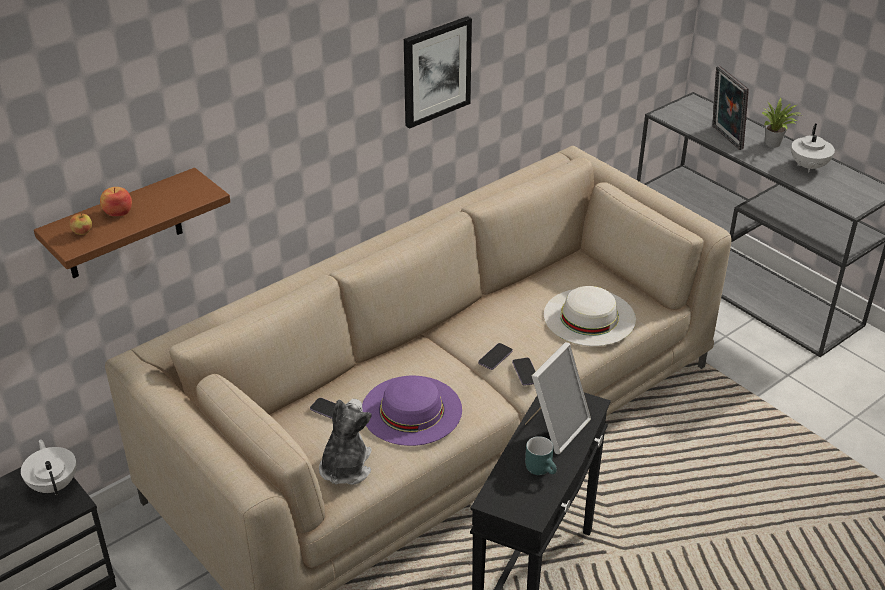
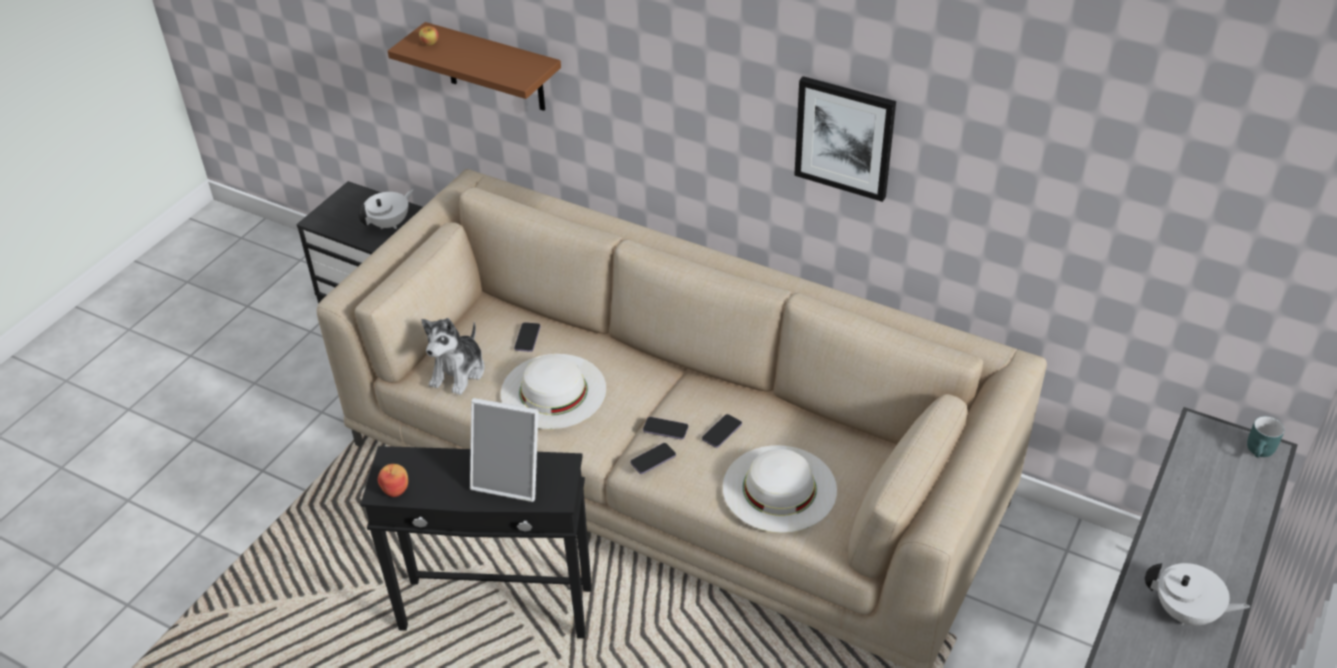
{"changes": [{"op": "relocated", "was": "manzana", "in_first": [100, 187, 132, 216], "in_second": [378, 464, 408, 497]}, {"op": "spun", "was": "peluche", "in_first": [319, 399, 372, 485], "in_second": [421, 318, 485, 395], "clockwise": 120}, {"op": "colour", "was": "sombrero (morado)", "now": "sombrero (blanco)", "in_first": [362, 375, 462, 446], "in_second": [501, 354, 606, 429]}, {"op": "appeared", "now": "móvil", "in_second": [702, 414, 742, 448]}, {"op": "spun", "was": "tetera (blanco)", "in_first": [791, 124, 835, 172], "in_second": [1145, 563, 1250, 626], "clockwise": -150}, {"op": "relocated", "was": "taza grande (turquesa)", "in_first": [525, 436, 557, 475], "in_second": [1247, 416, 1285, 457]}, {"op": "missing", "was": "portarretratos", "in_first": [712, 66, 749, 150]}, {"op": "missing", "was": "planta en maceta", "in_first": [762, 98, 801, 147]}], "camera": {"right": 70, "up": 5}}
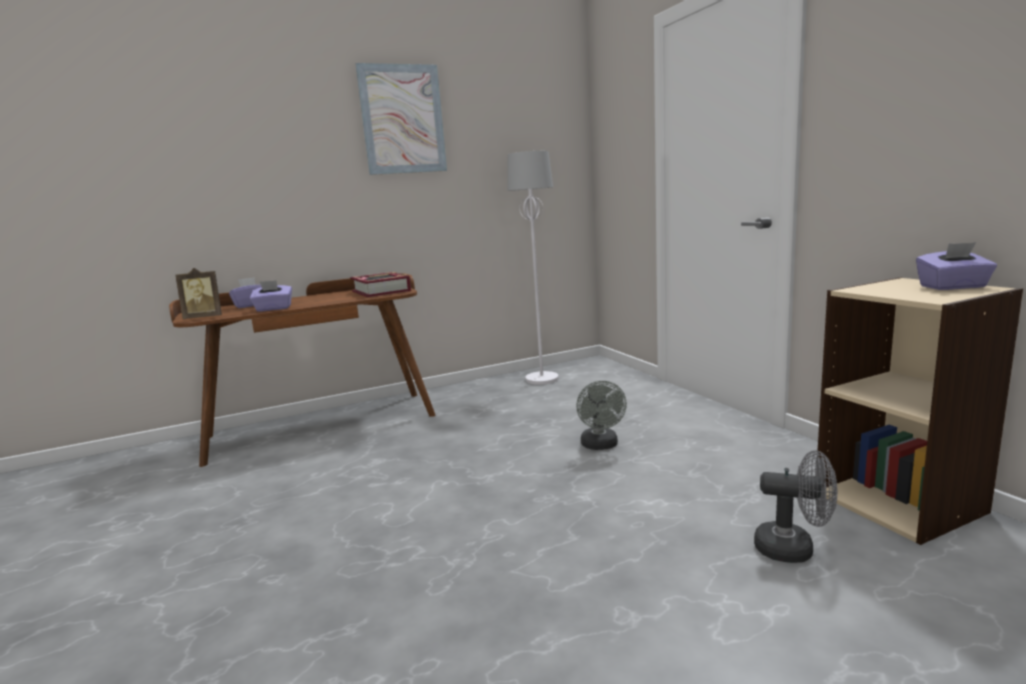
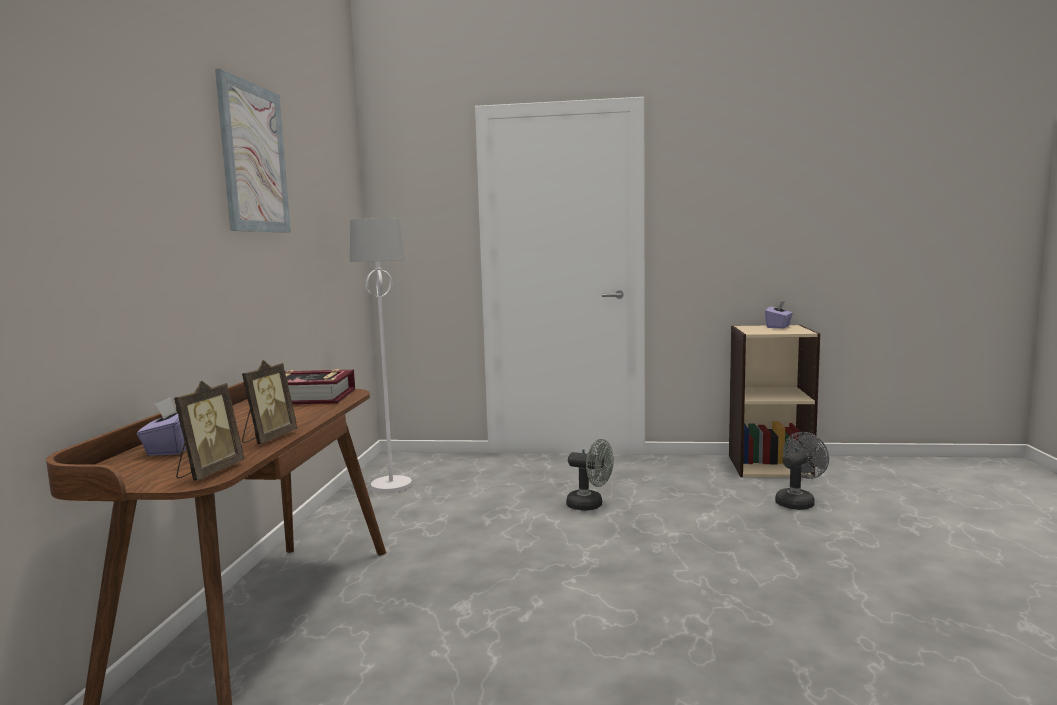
{"changes": [{"op": "exchanged", "was": "caja de pañuelos (morado)", "now": "portarretratos", "in_first": [250, 280, 292, 312], "in_second": [242, 360, 297, 444]}], "camera": {"right": -60, "up": -5}}
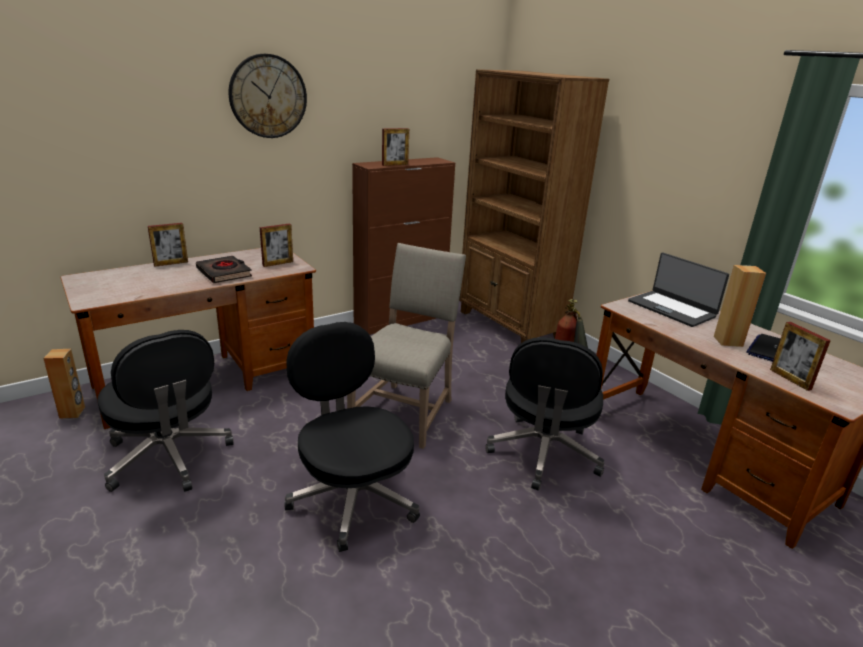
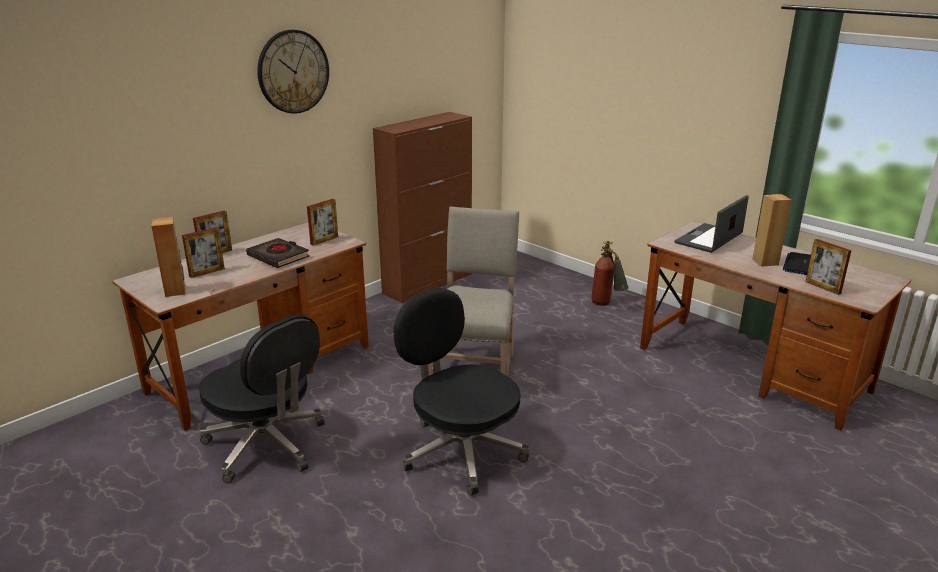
{"changes": [{"op": "relocated", "was": "altavoz (marrón)", "in_first": [43, 349, 85, 419], "in_second": [151, 217, 186, 297]}, {"op": "relocated", "was": "portarretratos", "in_first": [382, 128, 409, 166], "in_second": [182, 227, 225, 278]}, {"op": "spun", "was": "portátil", "in_first": [628, 252, 729, 327], "in_second": [675, 195, 749, 253], "clockwise": 90}, {"op": "missing", "was": "estantería (marrón)", "in_first": [459, 69, 609, 343]}, {"op": "missing", "was": "silla de oficina (negro)", "in_first": [485, 337, 604, 491]}], "camera": {"right": -10, "up": 0}}
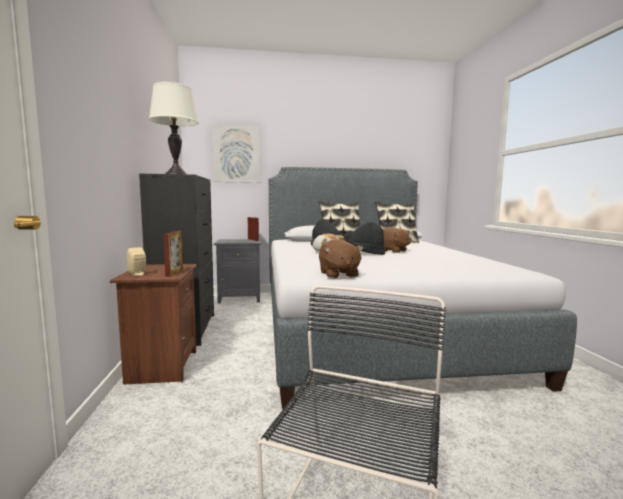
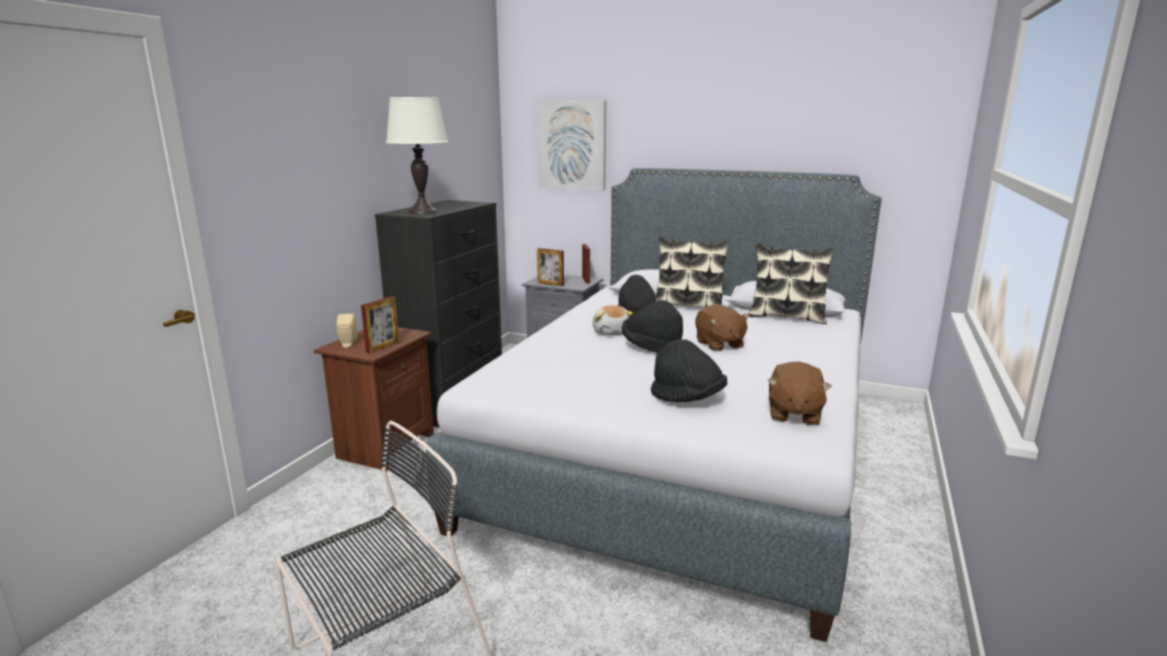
{"changes": [{"op": "appeared", "now": "portarretratos", "in_second": [537, 248, 564, 286]}, {"op": "appeared", "now": "sombrero (negro)", "in_second": [651, 339, 727, 402]}, {"op": "relocated", "was": "peluche (marrón)", "in_first": [319, 239, 363, 278], "in_second": [768, 361, 832, 426]}], "camera": {"right": 30, "up": 10}}
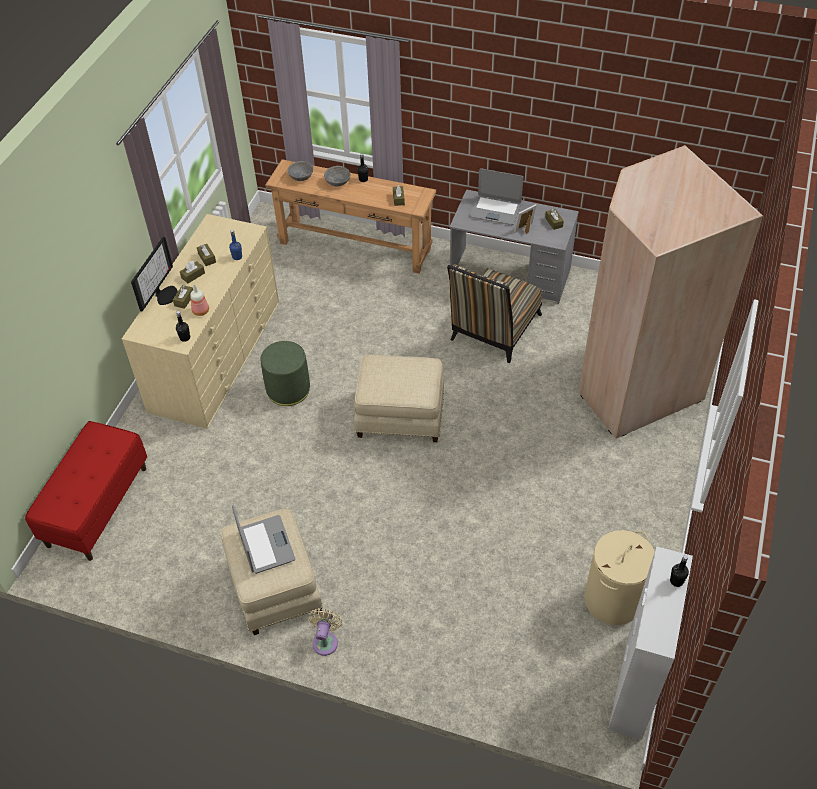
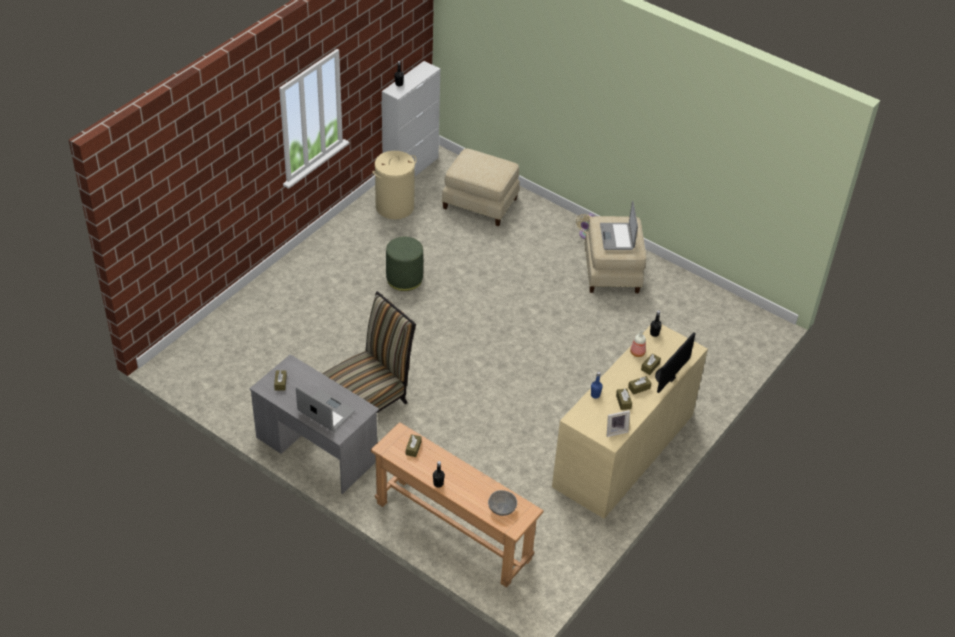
{"changes": [{"op": "relocated", "was": "puf (verde)", "in_first": [261, 341, 310, 406], "in_second": [386, 237, 423, 291]}, {"op": "relocated", "was": "puf (beis)", "in_first": [354, 355, 444, 442], "in_second": [442, 148, 520, 226]}, {"op": "relocated", "was": "portarretratos", "in_first": [514, 204, 537, 234], "in_second": [607, 410, 630, 437]}, {"op": "missing", "was": "banco (rojo)", "in_first": [25, 421, 147, 561]}, {"op": "missing", "was": "cuenco (gris)", "in_first": [324, 166, 350, 187]}, {"op": "missing", "was": "armario ropero (beis)", "in_first": [579, 145, 763, 439]}], "camera": {"right": -165, "up": -5}}
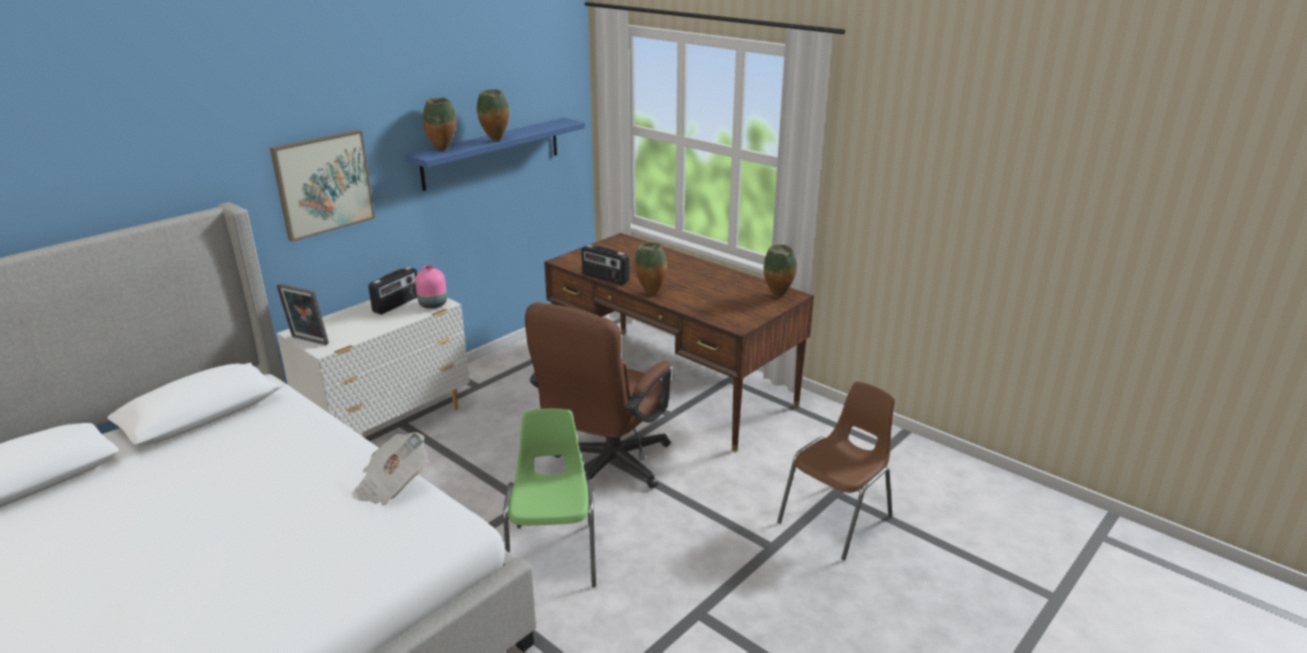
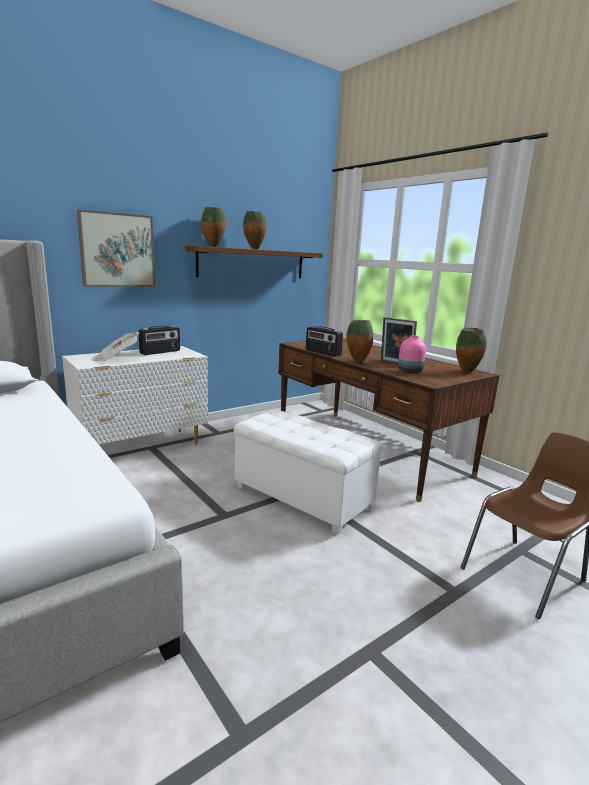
{"changes": [{"op": "relocated", "was": "periódico", "in_first": [352, 432, 428, 506], "in_second": [90, 332, 140, 362]}, {"op": "colour", "was": "estante (azul)", "now": "estante (marrón)", "in_first": [405, 118, 585, 191], "in_second": [185, 246, 323, 279]}, {"op": "exchanged", "was": "silla de oficina (marrón)", "now": "puf (blanco)", "in_first": [525, 302, 671, 488], "in_second": [234, 410, 382, 534]}, {"op": "relocated", "was": "portarretratos", "in_first": [276, 284, 329, 345], "in_second": [381, 317, 417, 364]}, {"op": "relocated", "was": "florero (rosa)", "in_first": [415, 265, 447, 309], "in_second": [398, 335, 426, 373]}, {"op": "missing", "was": "silla (verde)", "in_first": [503, 408, 596, 587]}], "camera": {"right": 10, "up": -10}}
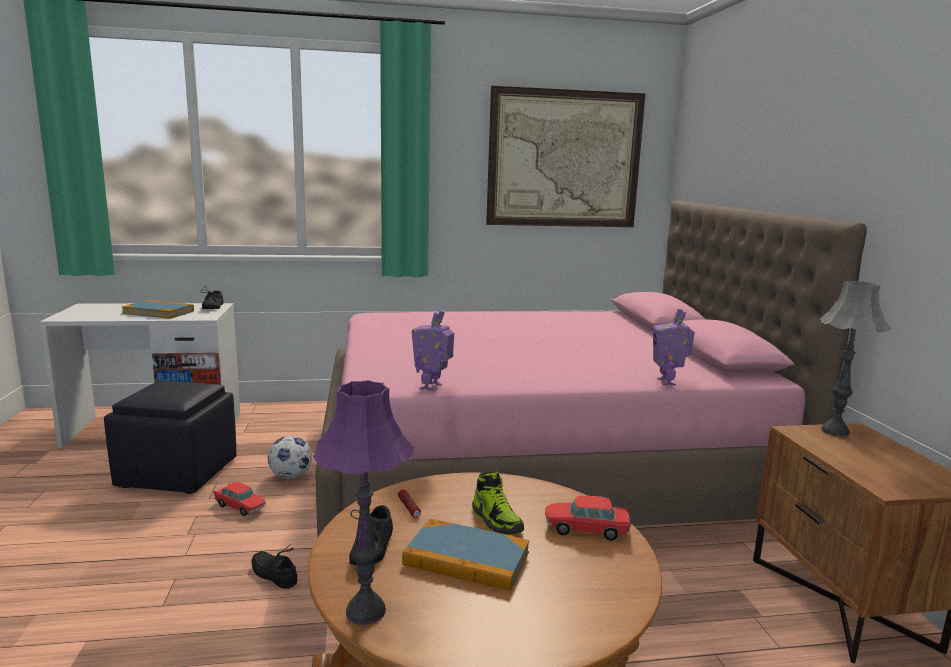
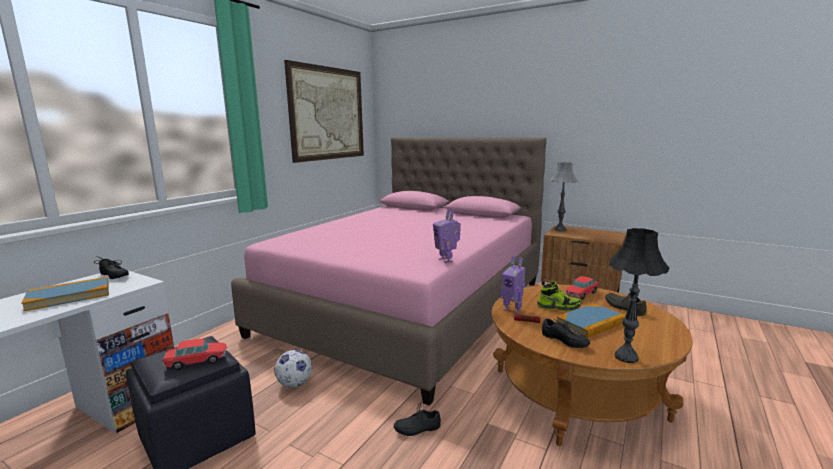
{"changes": [{"op": "relocated", "was": "coche de juguete", "in_first": [213, 482, 266, 516], "in_second": [162, 339, 227, 370]}, {"op": "relocated", "was": "robot de juguete", "in_first": [653, 309, 695, 385], "in_second": [500, 256, 525, 314]}, {"op": "appeared", "now": "zapato (gris)", "in_second": [605, 293, 647, 316]}, {"op": "colour", "was": "lámpara de mesa (morado)", "now": "lámpara de mesa (negro)", "in_first": [313, 380, 414, 625], "in_second": [609, 228, 669, 363]}], "camera": {"right": -50, "up": 0}}
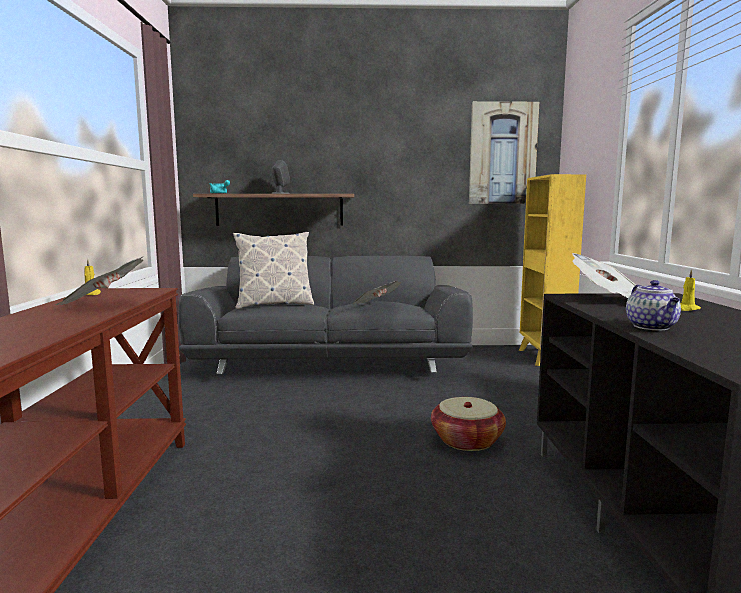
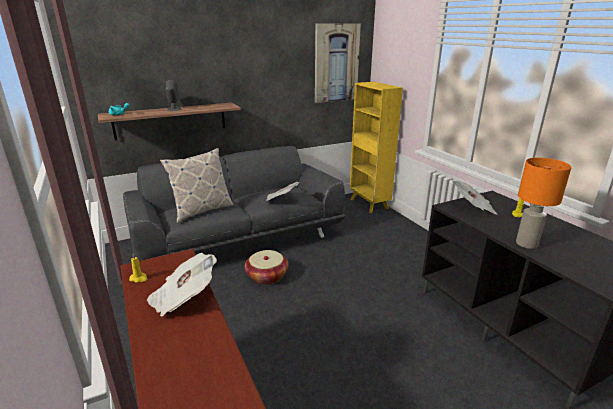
{"changes": [{"op": "relocated", "was": "cesta", "in_first": [431, 397, 506, 451], "in_second": [245, 250, 288, 285]}, {"op": "exchanged", "was": "tetera", "now": "lámpara de mesa (naranja)", "in_first": [626, 280, 681, 331], "in_second": [516, 158, 572, 249]}], "camera": {"right": -25, "up": 15}}
